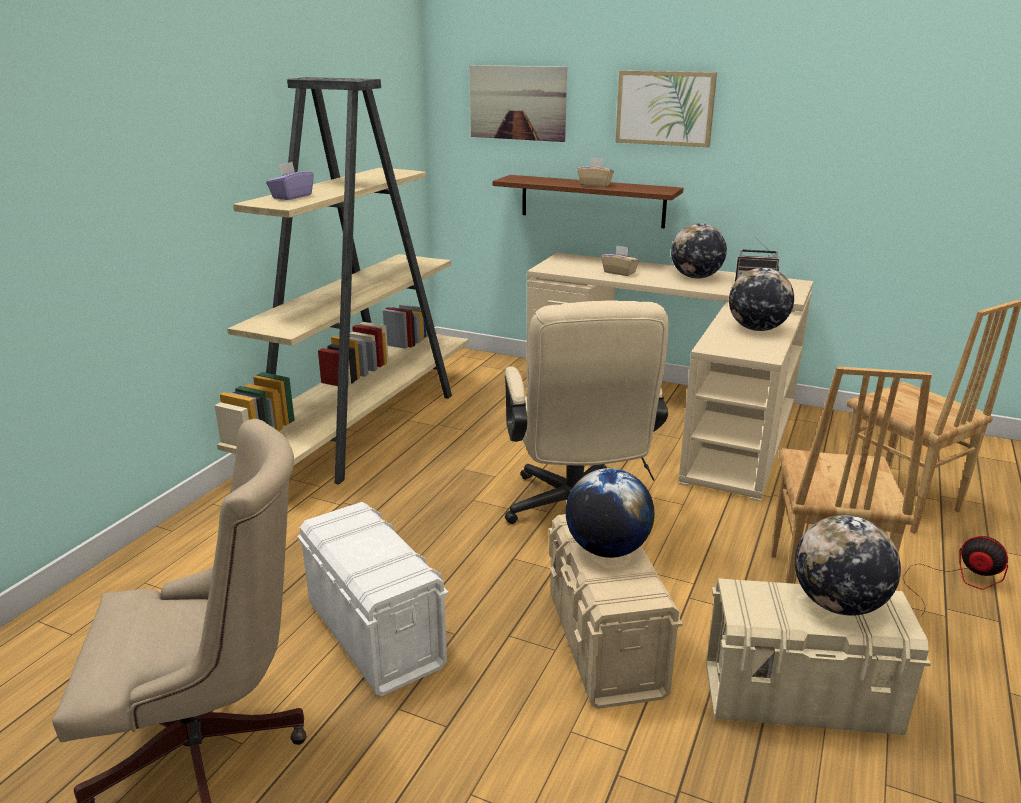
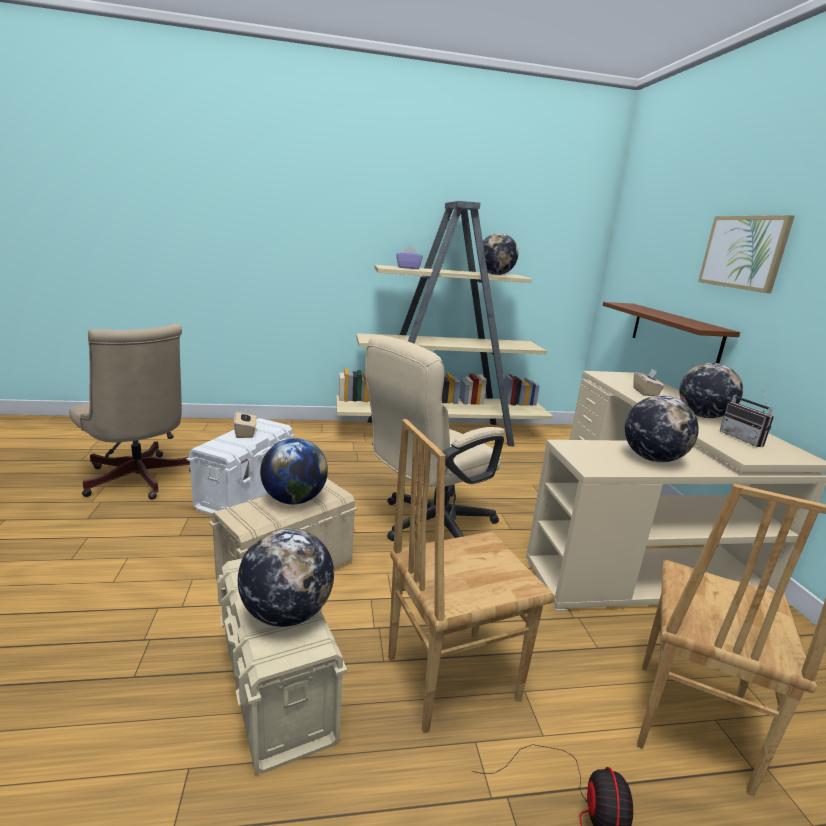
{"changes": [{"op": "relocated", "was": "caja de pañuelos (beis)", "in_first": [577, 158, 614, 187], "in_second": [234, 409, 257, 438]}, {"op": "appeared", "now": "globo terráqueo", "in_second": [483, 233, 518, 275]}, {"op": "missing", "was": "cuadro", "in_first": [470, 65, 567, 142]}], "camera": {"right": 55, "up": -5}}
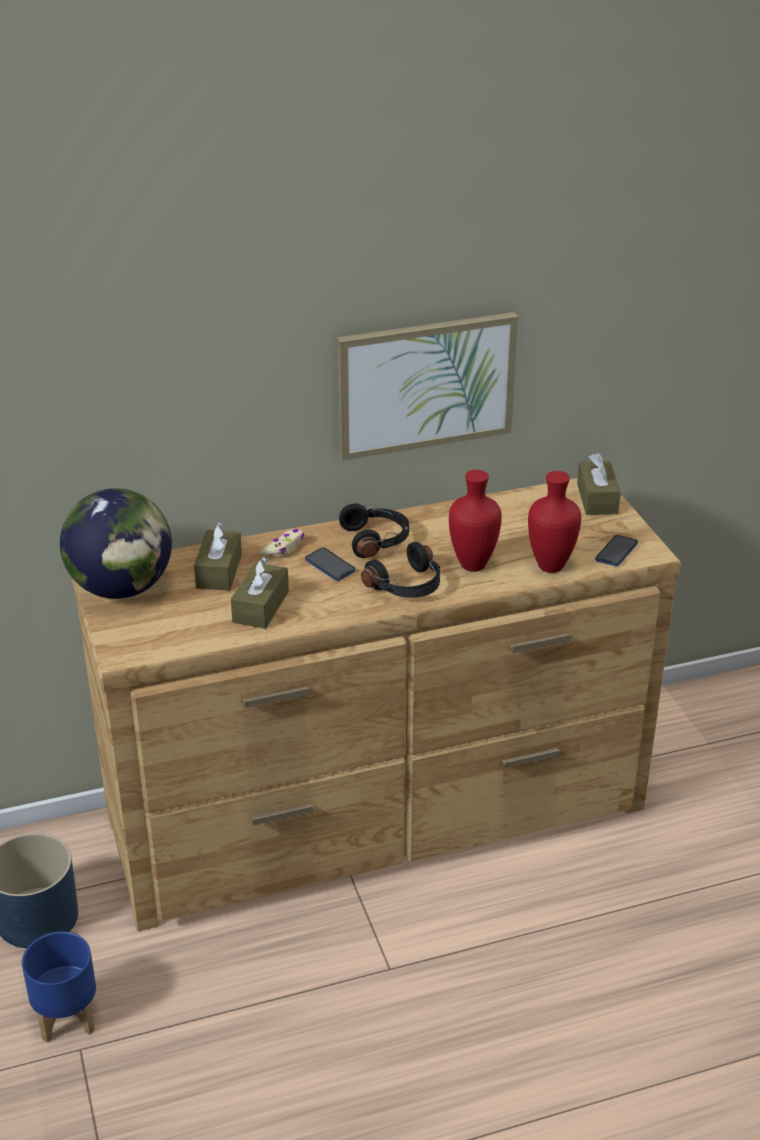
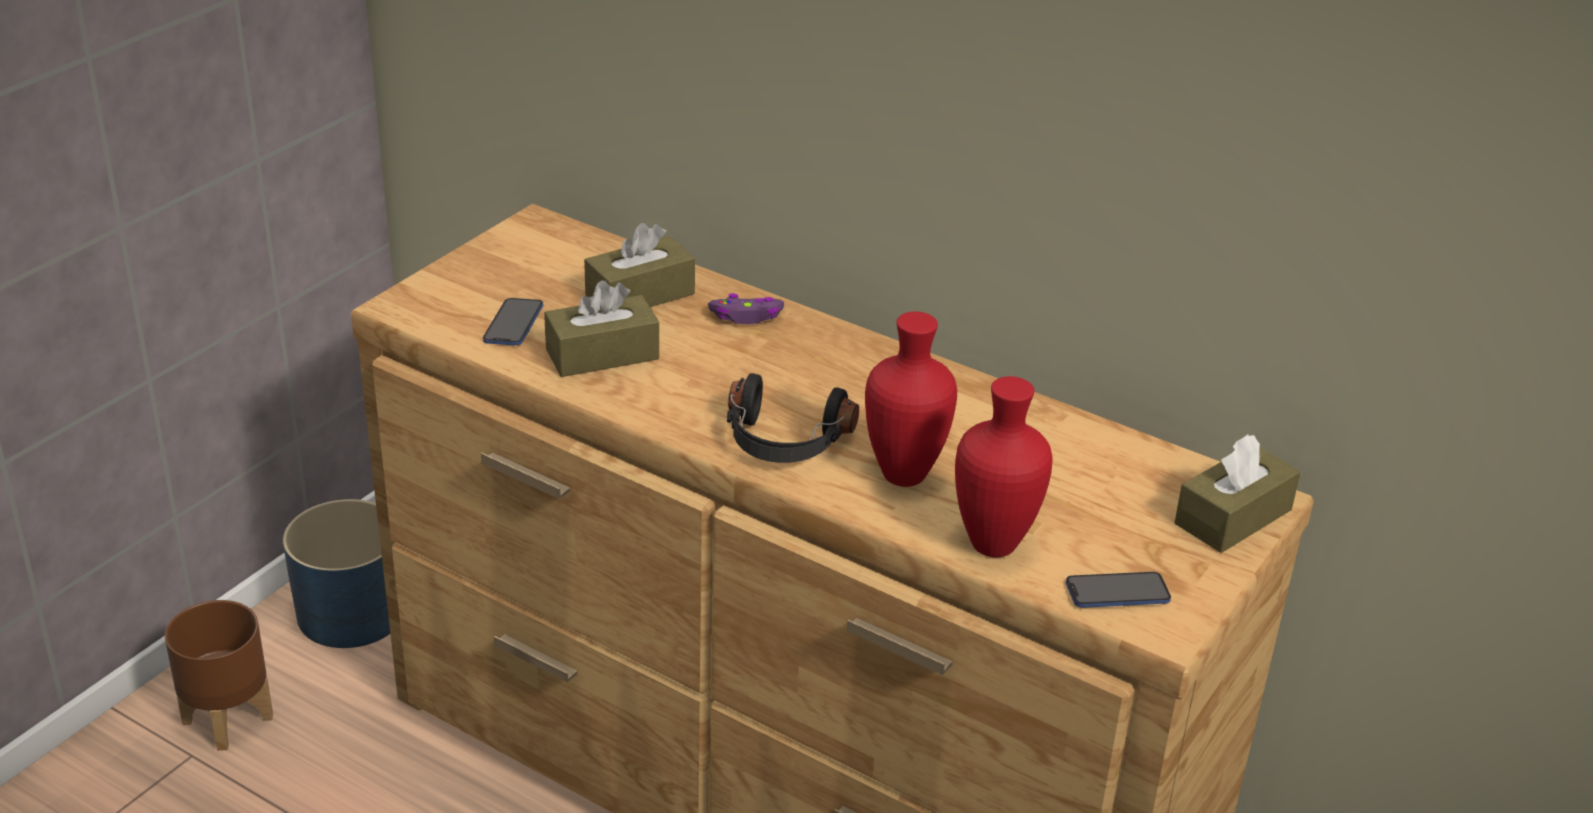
{"changes": [{"op": "colour", "was": "maceta (azul)", "now": "maceta (marrón)", "in_first": [22, 931, 96, 1043], "in_second": [165, 600, 273, 751]}, {"op": "relocated", "was": "móvil", "in_first": [305, 548, 355, 581], "in_second": [483, 298, 544, 345]}, {"op": "colour", "was": "mando de consola (beis)", "now": "mando de consola (morado)", "in_first": [260, 529, 304, 556], "in_second": [708, 294, 784, 324]}, {"op": "missing", "was": "globo terráqueo", "in_first": [60, 488, 172, 599]}, {"op": "missing", "was": "cuadro", "in_first": [337, 312, 518, 461]}, {"op": "missing", "was": "auriculares (negro)", "in_first": [339, 504, 409, 558]}], "camera": {"right": 50, "up": 0}}
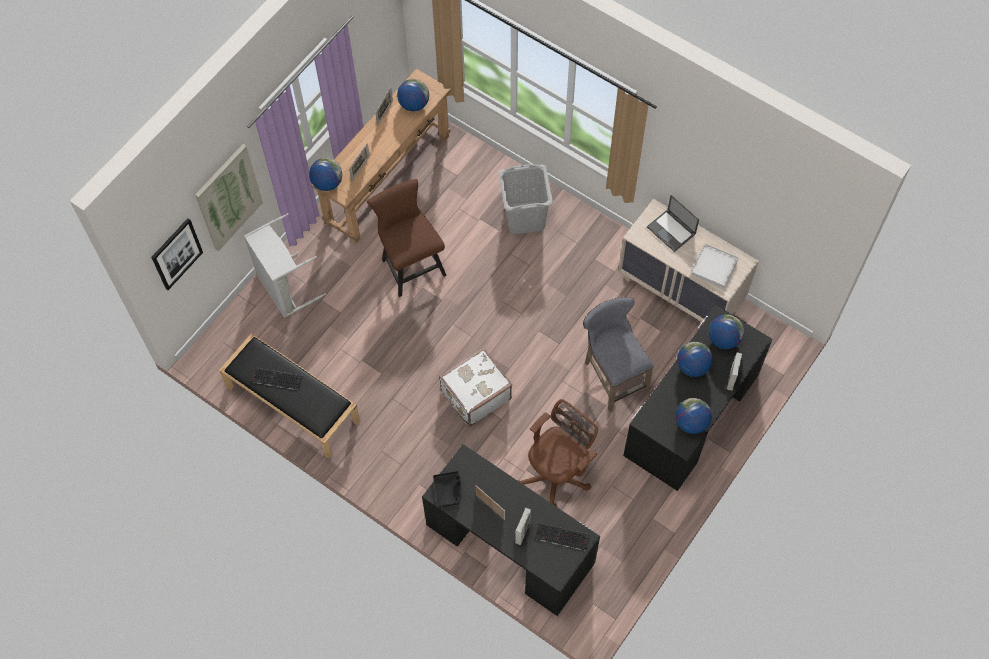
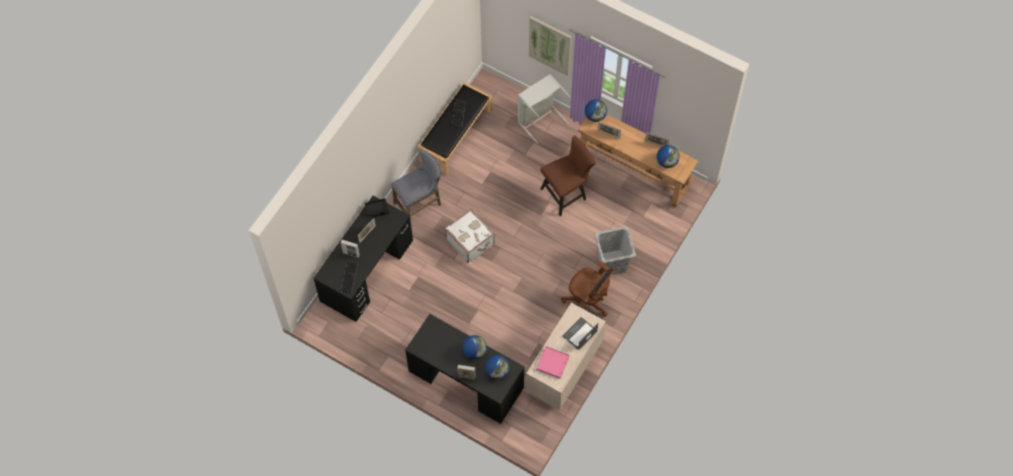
{"changes": [{"op": "relocated", "was": "taburete (gris)", "in_first": [583, 297, 654, 412], "in_second": [391, 149, 441, 221]}, {"op": "colour", "was": "bandeja (blanco)", "now": "bandeja (rosa)", "in_first": [691, 244, 739, 288], "in_second": [536, 346, 570, 379]}, {"op": "relocated", "was": "silla de oficina (marrón)", "in_first": [517, 399, 598, 507], "in_second": [561, 261, 615, 317]}, {"op": "missing", "was": "cuadro", "in_first": [151, 218, 203, 290]}, {"op": "missing", "was": "globo terráqueo", "in_first": [676, 398, 712, 434]}], "camera": {"right": 85, "up": 0}}
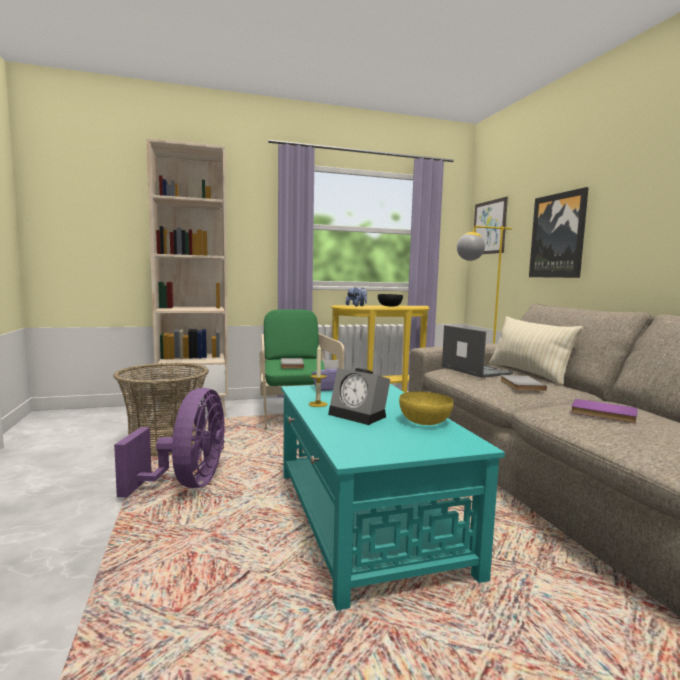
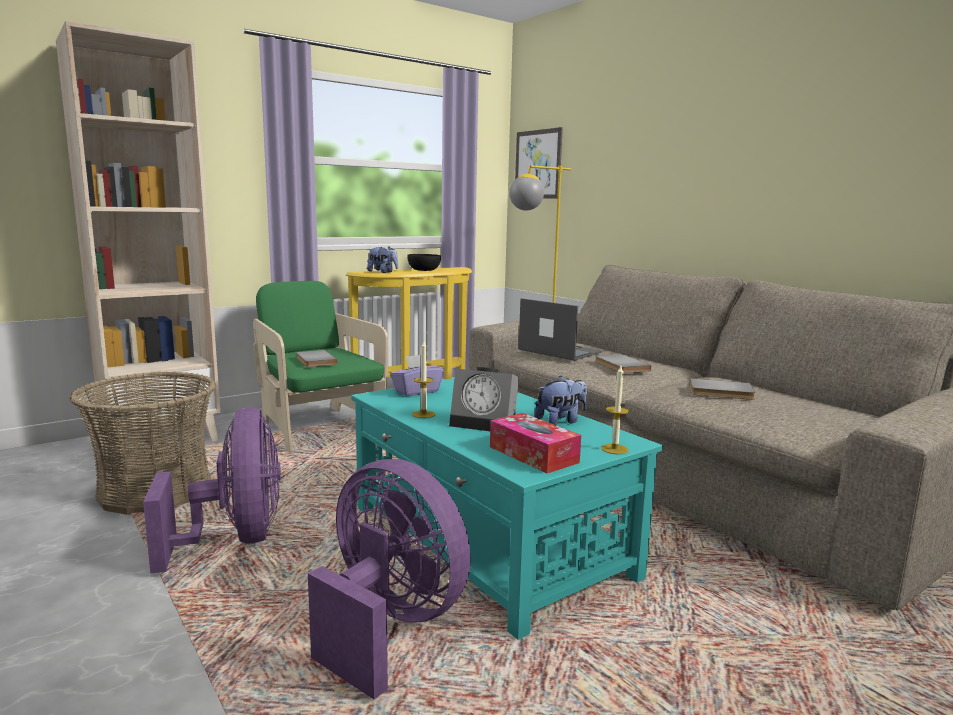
{"changes": [{"op": "appeared", "now": "ventilador (morado)", "in_second": [308, 459, 471, 700]}, {"op": "appeared", "now": "caja de pañuelos", "in_second": [490, 413, 581, 473]}, {"op": "exchanged", "was": "cuenco (amarillo)", "now": "peluche", "in_first": [399, 391, 453, 425], "in_second": [534, 375, 587, 425]}, {"op": "appeared", "now": "vela", "in_second": [601, 366, 629, 454]}, {"op": "colour", "was": "libro (morado)", "now": "libro (gris)", "in_first": [571, 399, 638, 423], "in_second": [689, 378, 755, 400]}, {"op": "missing", "was": "cojín (beis)", "in_first": [489, 316, 583, 385]}, {"op": "missing", "was": "cuadro", "in_first": [529, 187, 589, 278]}], "camera": {"right": -20, "up": 5}}
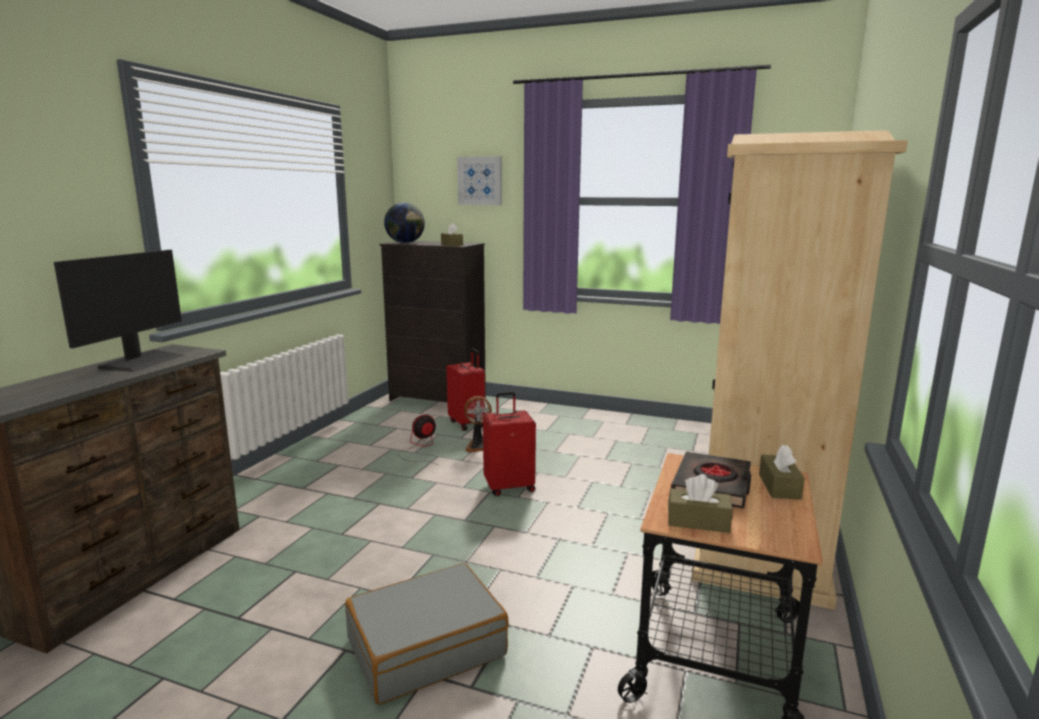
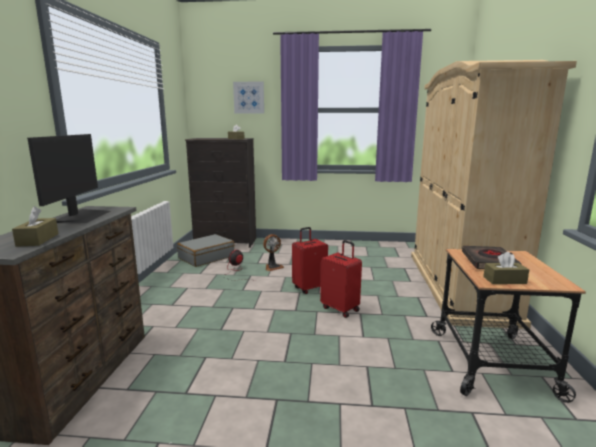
{"changes": [{"op": "relocated", "was": "caja de pañuelos (marrón)", "in_first": [759, 444, 805, 500], "in_second": [12, 206, 59, 247]}, {"op": "relocated", "was": "maleta (gris)", "in_first": [345, 563, 509, 705], "in_second": [177, 234, 234, 267]}, {"op": "relocated", "was": "maleta (rojo)", "in_first": [447, 348, 485, 431], "in_second": [320, 240, 362, 318]}, {"op": "missing", "was": "globo terráqueo", "in_first": [384, 203, 425, 243]}], "camera": {"right": -15, "up": 0}}
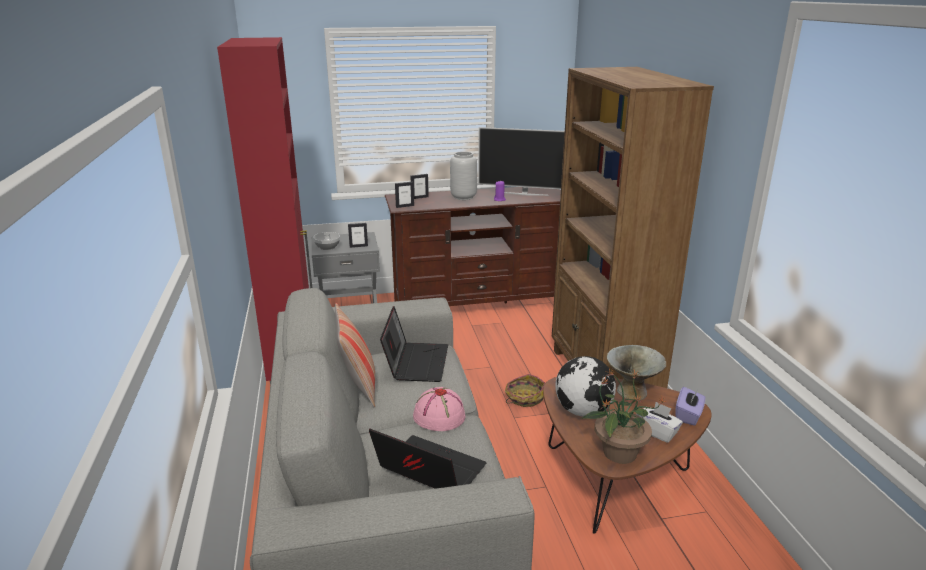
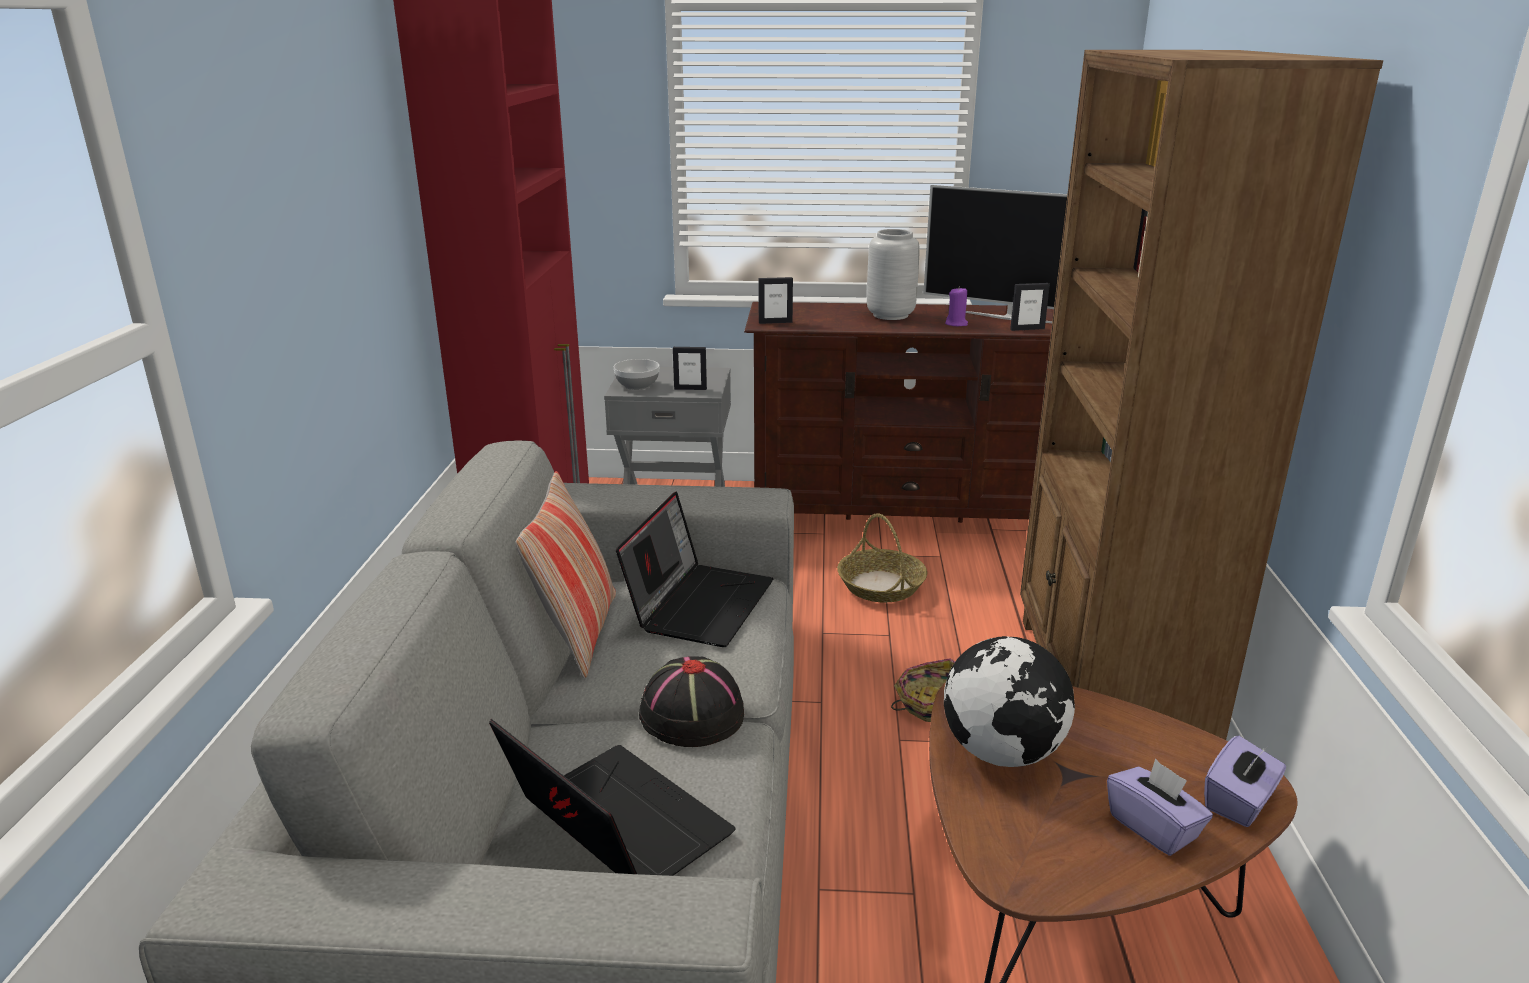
{"changes": [{"op": "colour", "was": "sombrero (rosa)", "now": "sombrero (negro)", "in_first": [413, 387, 465, 431], "in_second": [639, 657, 744, 747]}, {"op": "appeared", "now": "cesta", "in_second": [837, 513, 927, 602]}, {"op": "relocated", "was": "portarretratos", "in_first": [410, 174, 429, 199], "in_second": [1010, 283, 1050, 331]}, {"op": "colour", "was": "caja de pañuelos (blanco)", "now": "caja de pañuelos (morado)", "in_first": [636, 402, 683, 443], "in_second": [1107, 759, 1213, 856]}, {"op": "missing", "was": "planta en maceta", "in_first": [581, 369, 667, 464]}, {"op": "missing", "was": "cuenco (gris)", "in_first": [607, 345, 666, 400]}], "camera": {"right": 15, "up": 0}}
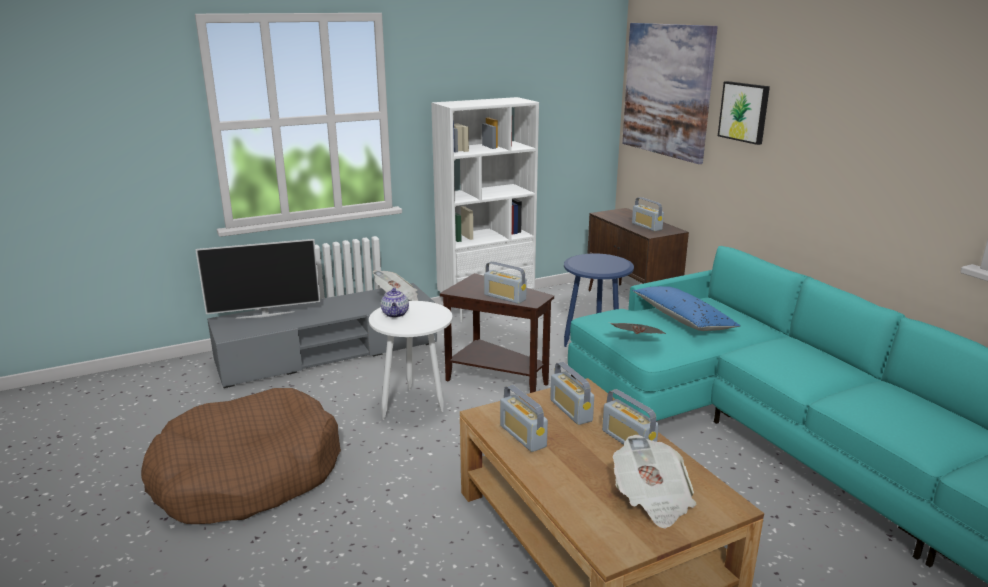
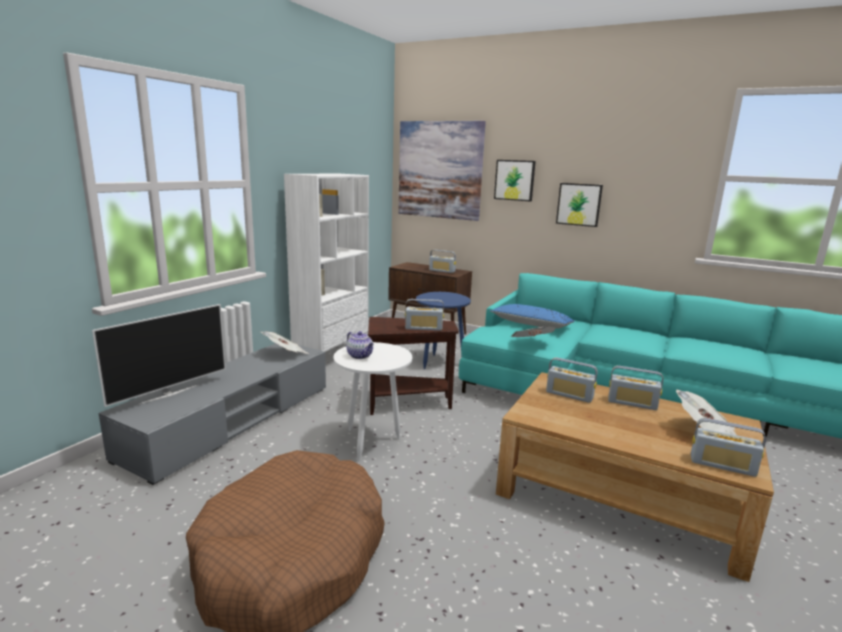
{"changes": [{"op": "appeared", "now": "cuadro", "in_second": [556, 183, 603, 227]}, {"op": "relocated", "was": "radio", "in_first": [500, 385, 548, 452], "in_second": [691, 418, 766, 477]}], "camera": {"right": -35, "up": -5}}
